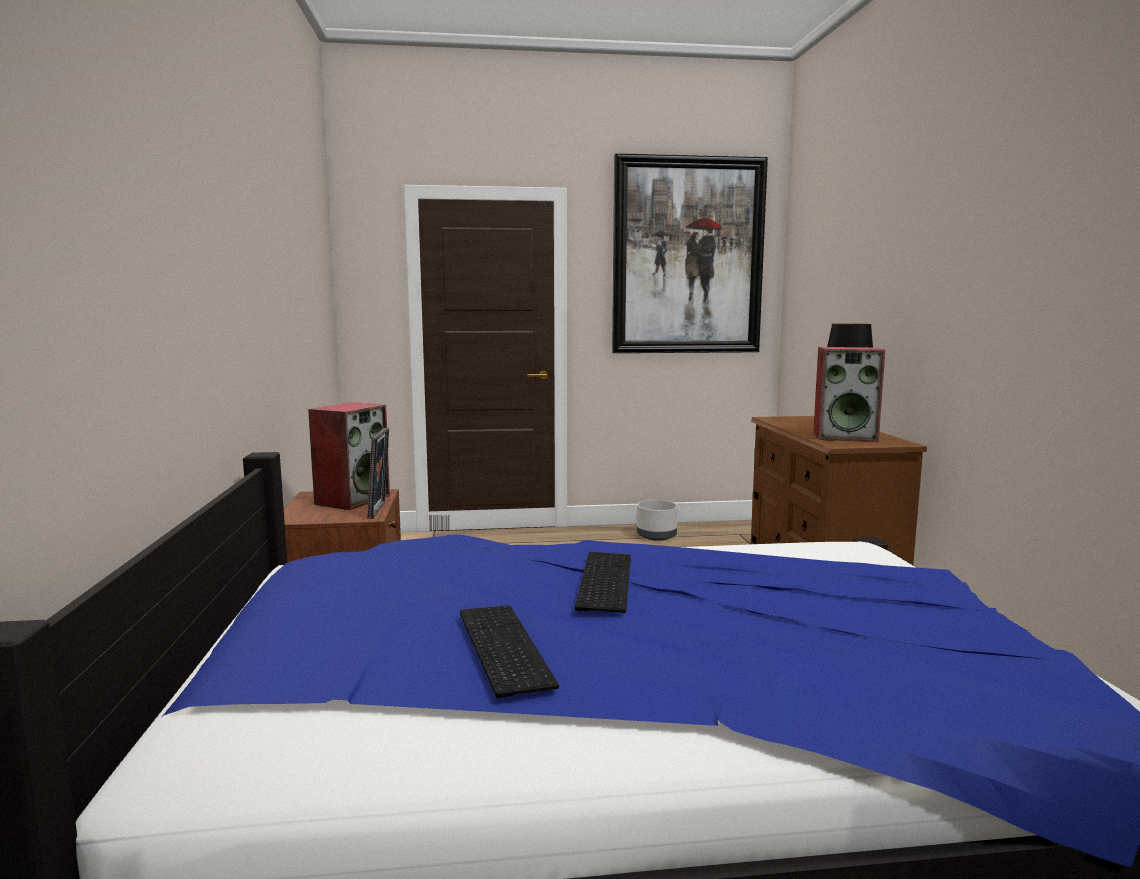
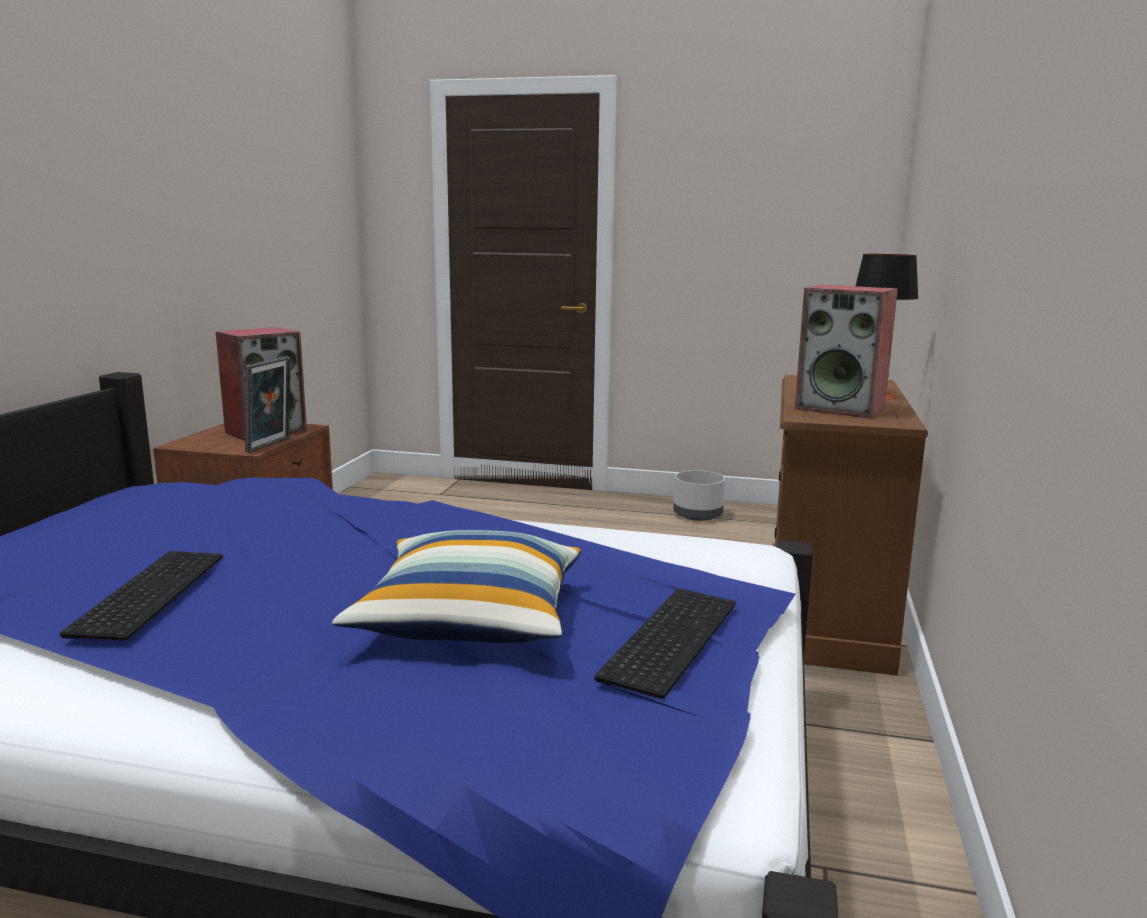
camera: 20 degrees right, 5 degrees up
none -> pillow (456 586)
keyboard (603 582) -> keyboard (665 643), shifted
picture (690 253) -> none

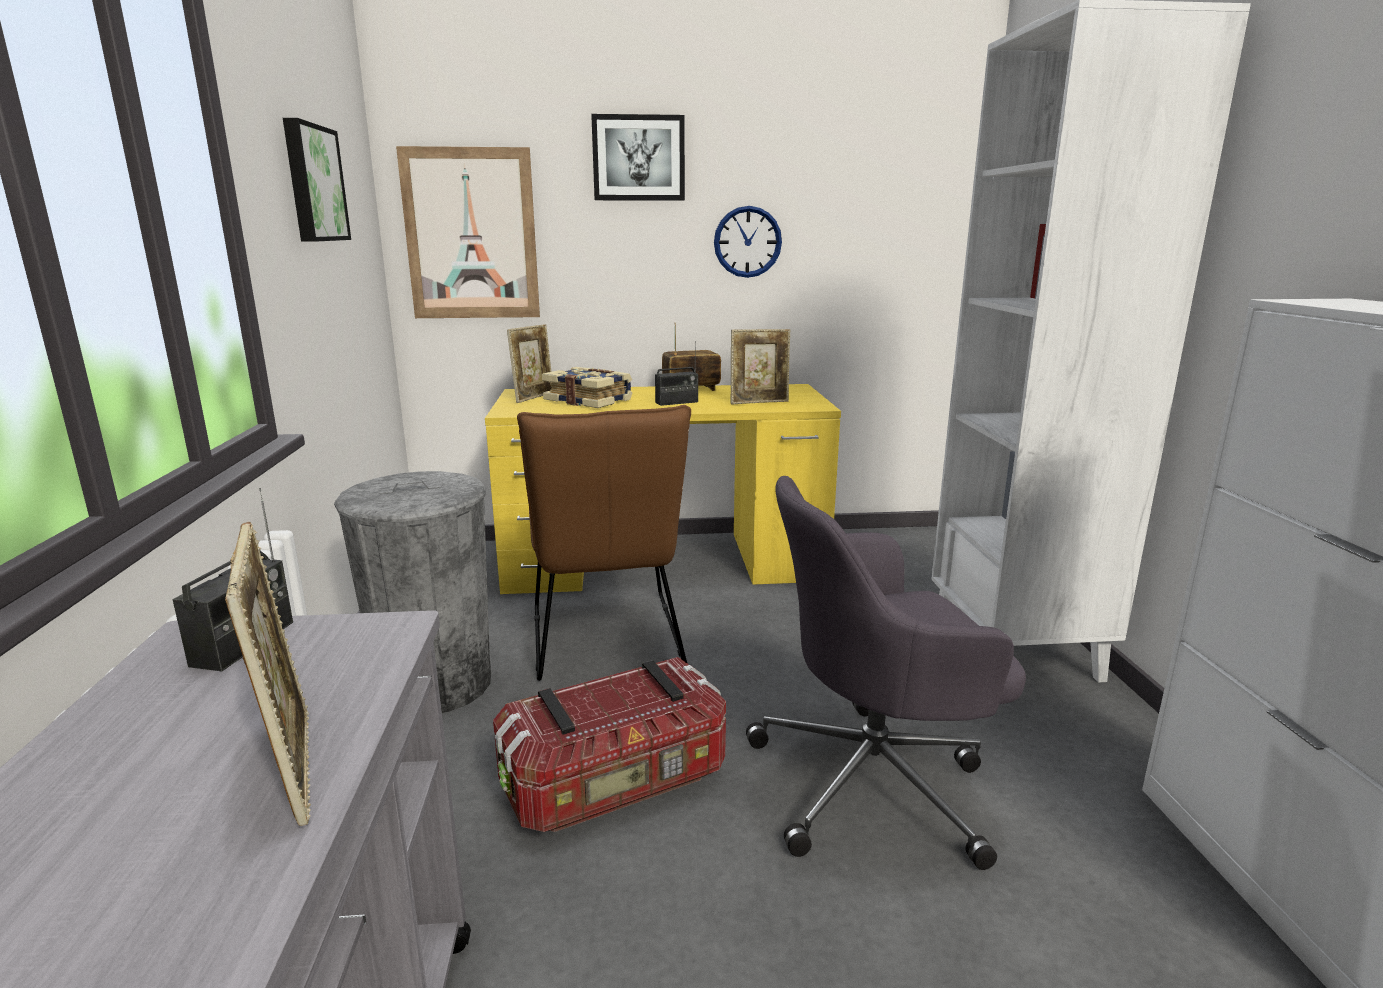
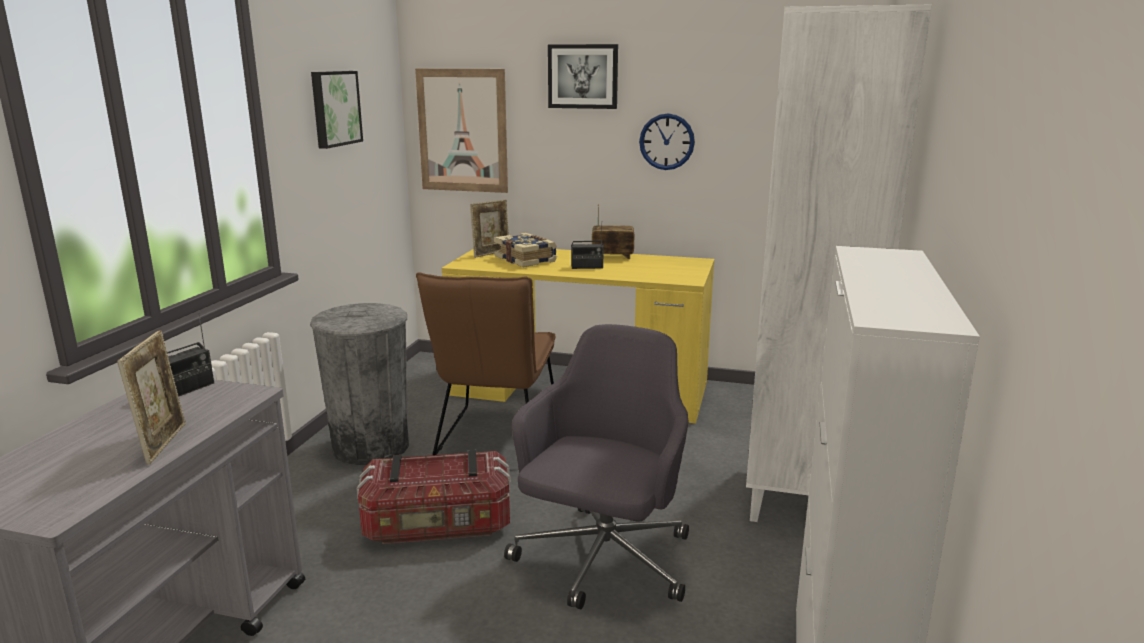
camera: 20 degrees right, 0 degrees up
grey office chair (886 673) -> grey office chair (596 466), 105 degrees clockwise
picture frame (760 367) -> none

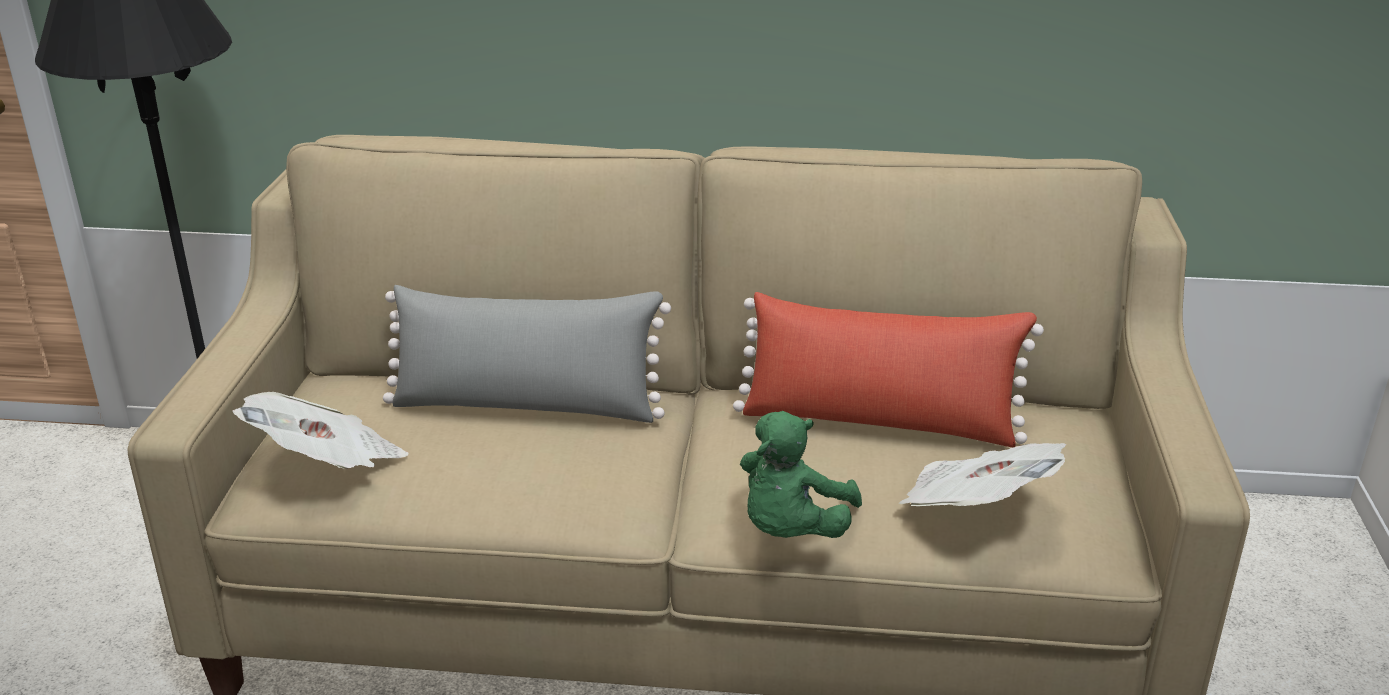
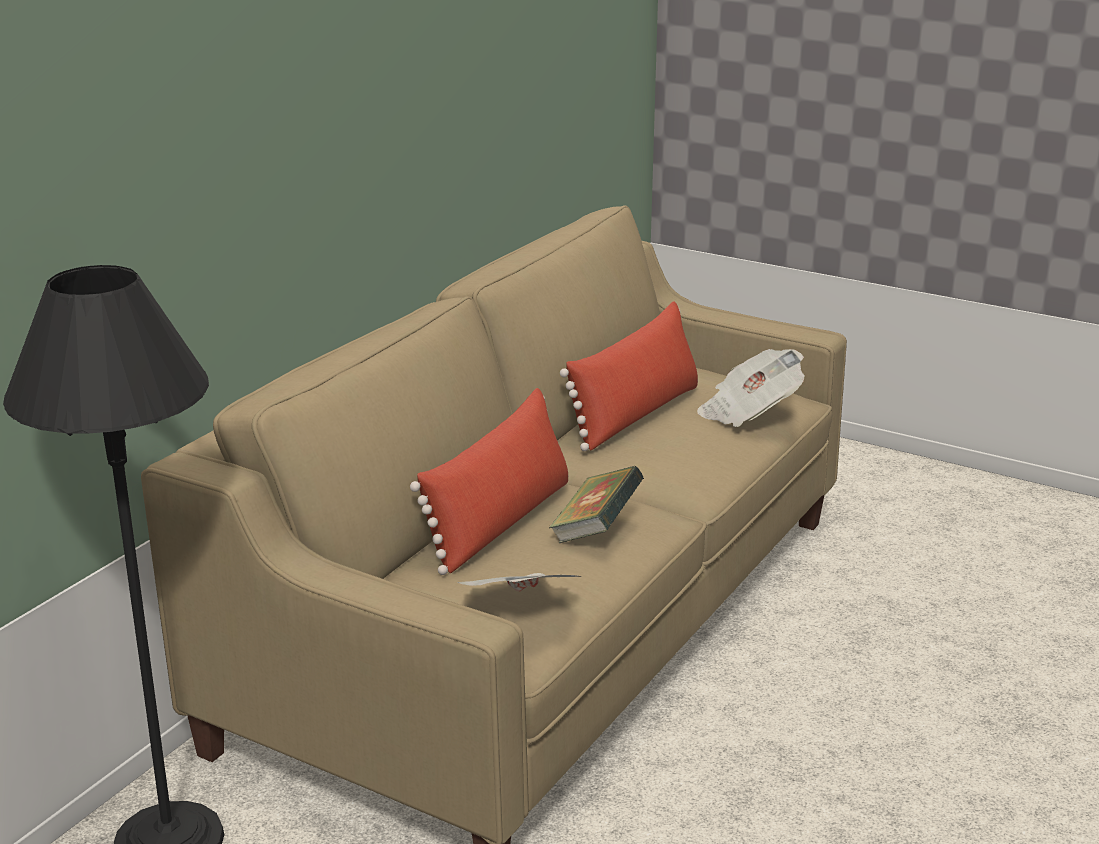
camera: 65 degrees left, 5 degrees down
grey pillow (527 354) -> red pillow (489 481)
none -> book (596 504)
green plush toy (801 474) -> none

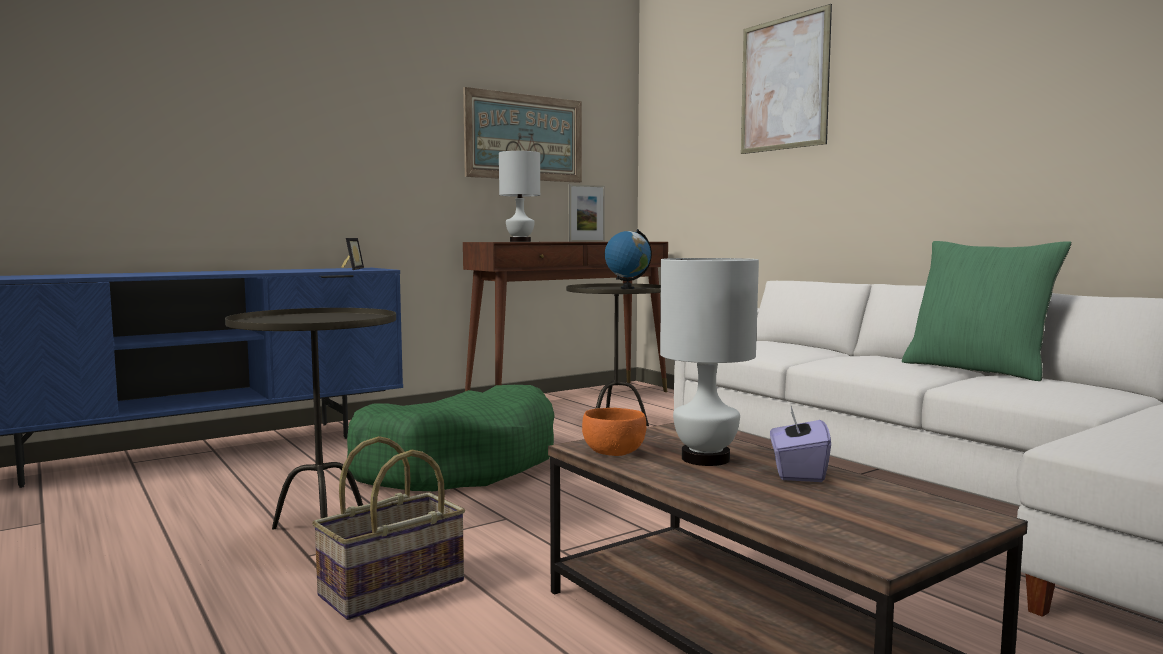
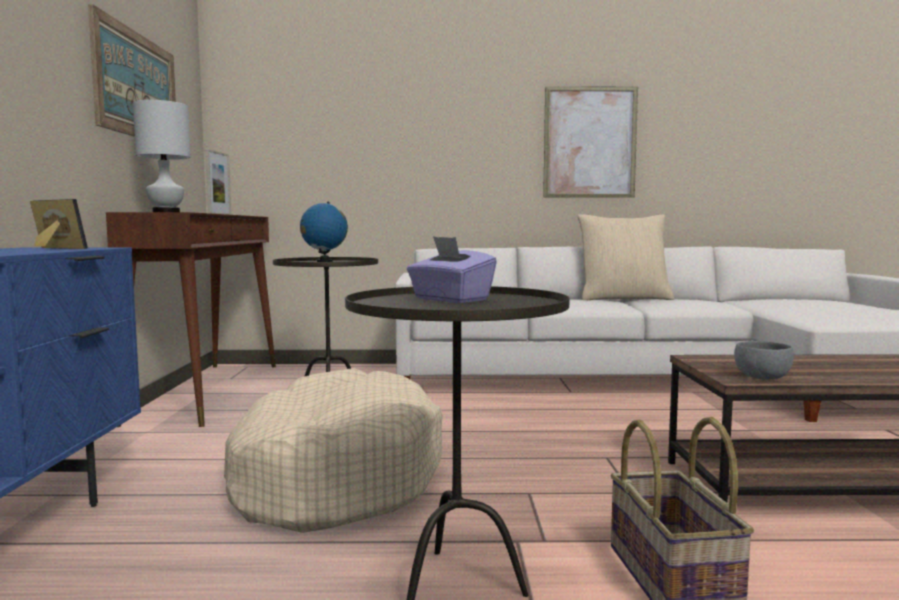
camera: 55 degrees left, 0 degrees up
green dog bed (451 438) -> beige dog bed (333 450)
purple tissue box (800 444) -> purple tissue box (452 269), shifted
picture (786 79) -> picture (590 142), shifted
green pillow (987 311) -> beige pillow (625 257)
orange bowl (614 432) -> grey bowl (764 360)
white table lamp (709 362) -> none

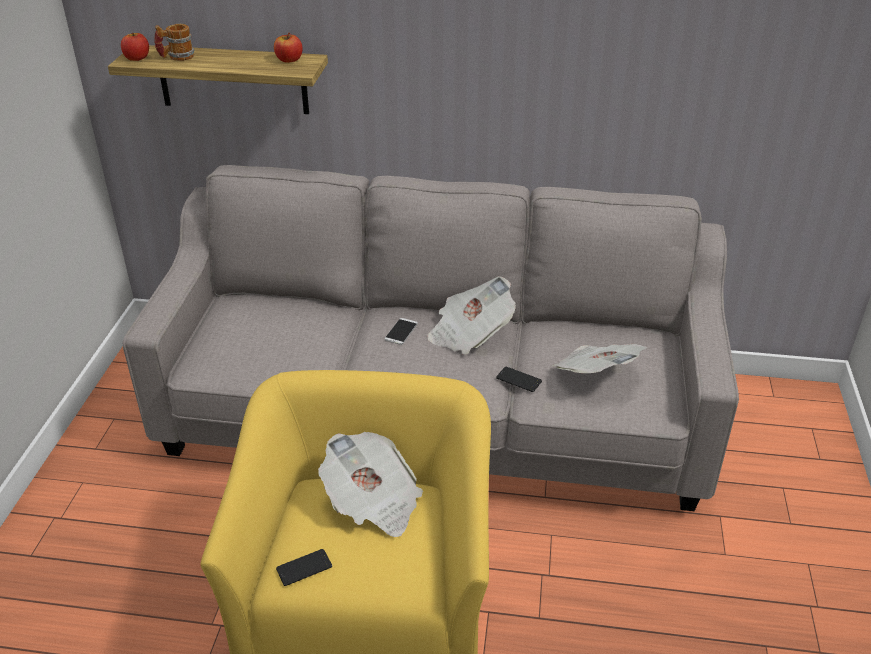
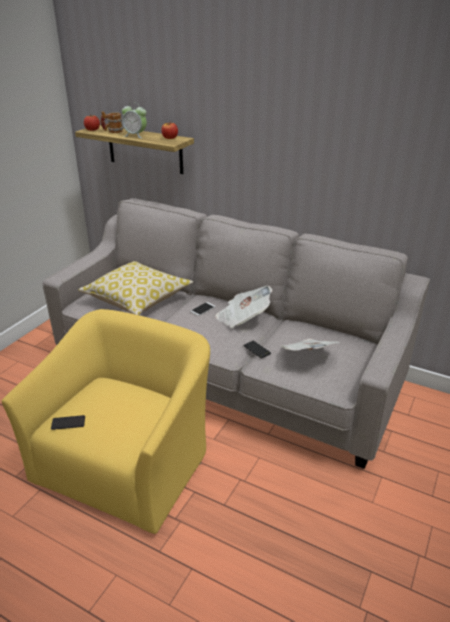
camera: 20 degrees right, 5 degrees down
none -> pillow (135 288)
none -> alarm clock (134 120)
newspaper (370 484) -> none

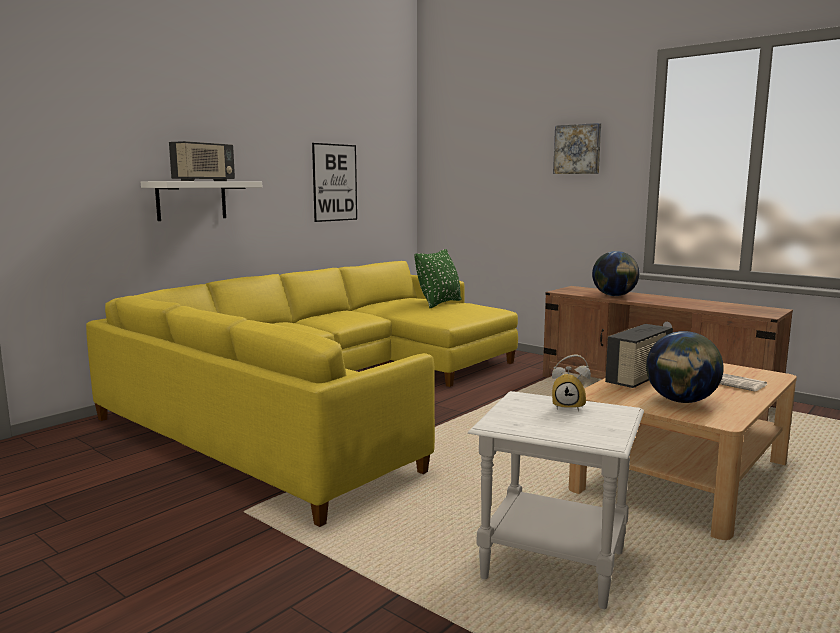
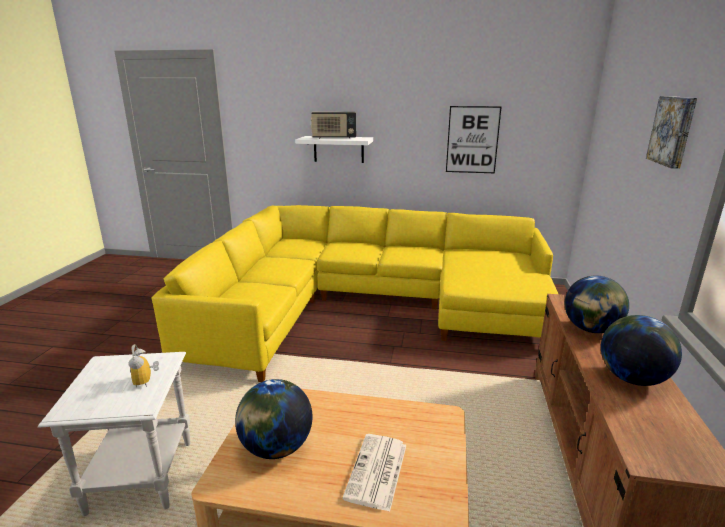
camera: 60 degrees right, 10 degrees up
none -> globe (641 350)
green pillow (437 278) -> none
radio (639 356) -> none

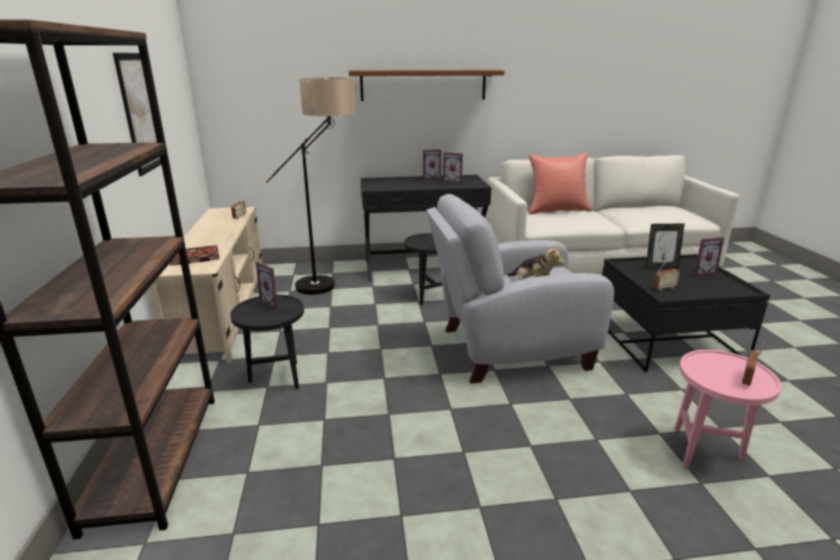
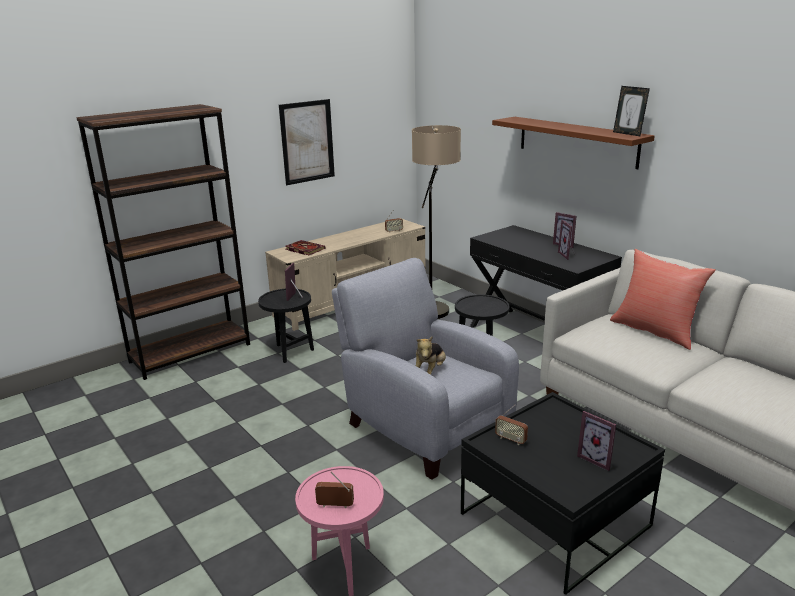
camera: 60 degrees right, 0 degrees up
picture frame (665 246) -> picture frame (631 111), shifted

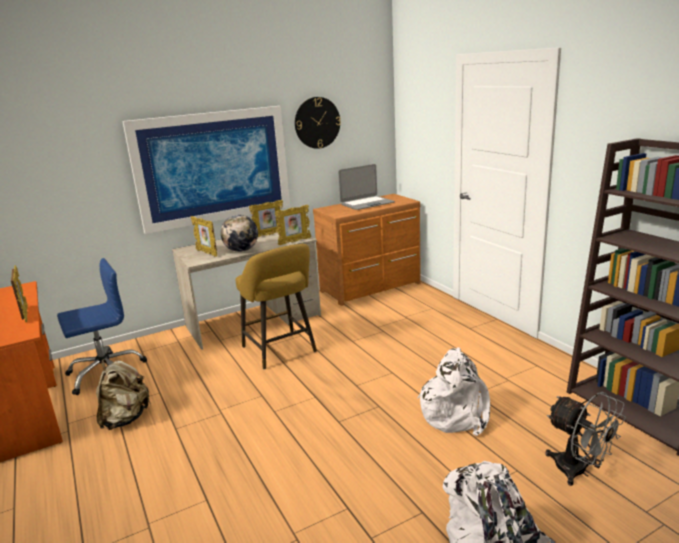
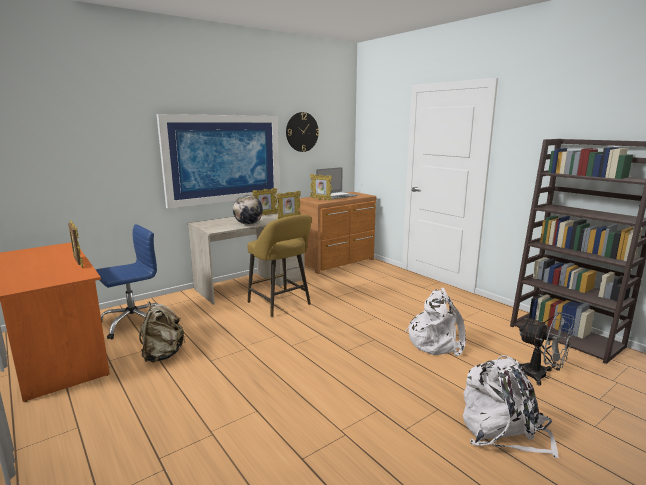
camera: 10 degrees left, 5 degrees down
picture frame (204 236) -> picture frame (321 187), shifted

